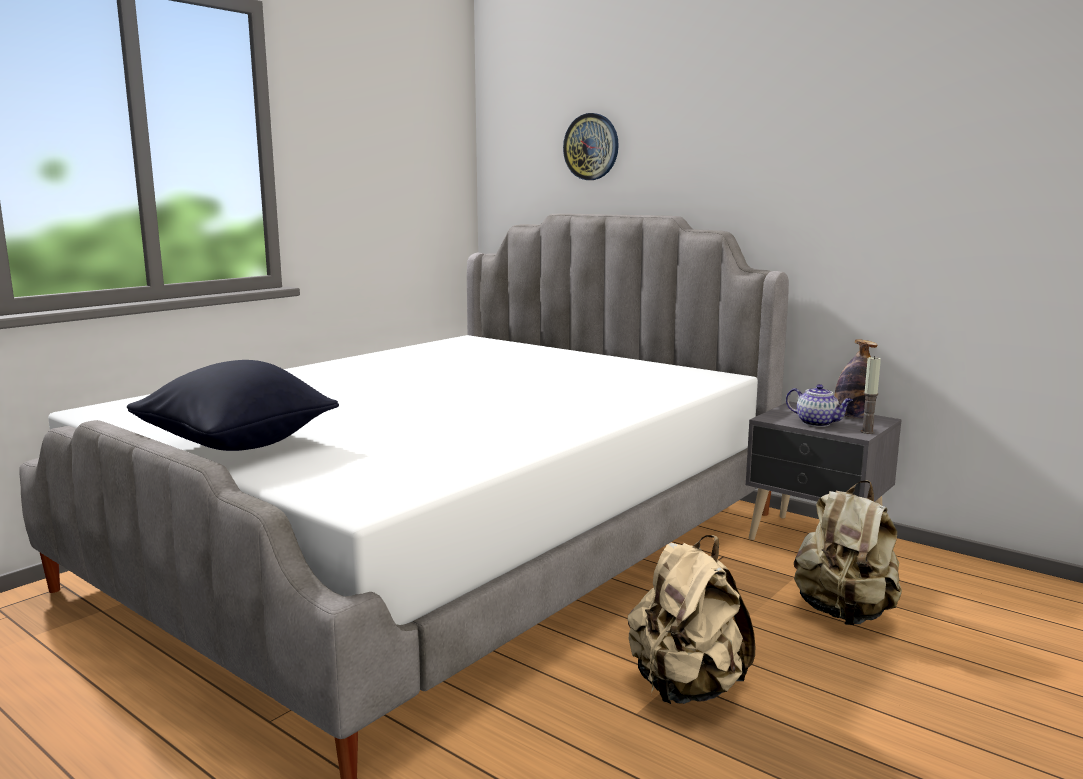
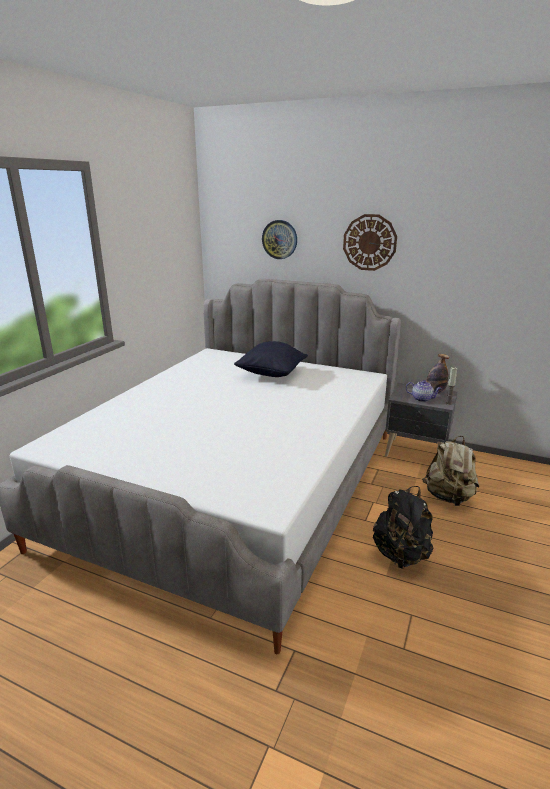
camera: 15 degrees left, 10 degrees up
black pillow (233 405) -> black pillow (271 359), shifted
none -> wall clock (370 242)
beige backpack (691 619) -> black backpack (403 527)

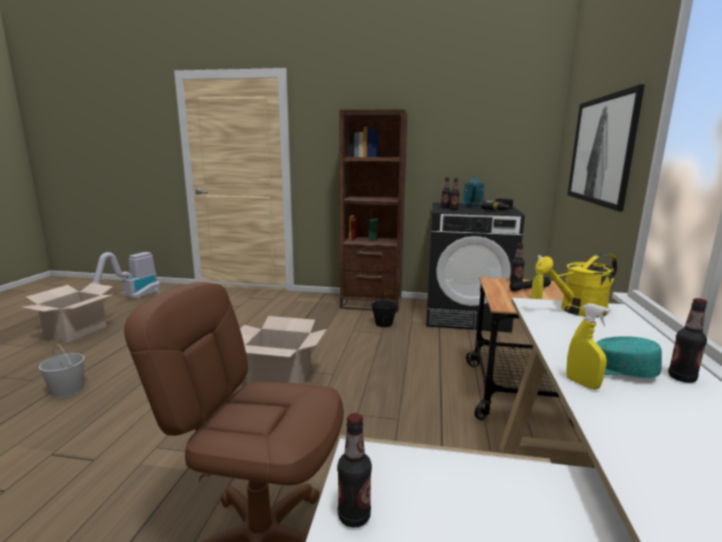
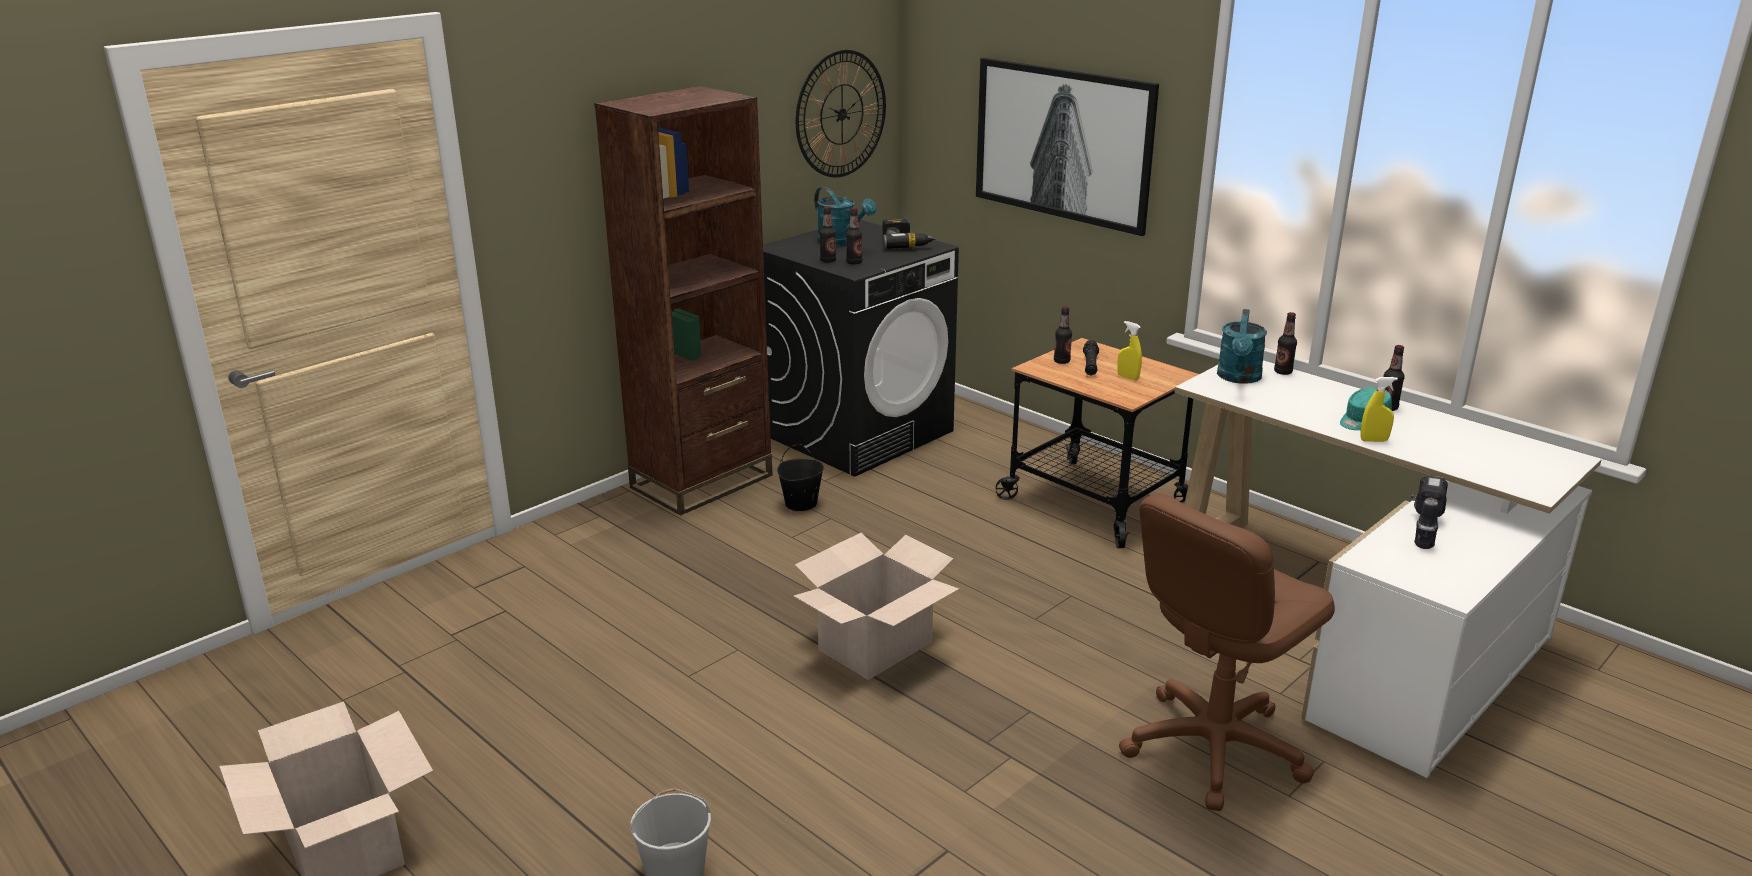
camera: 55 degrees left, 10 degrees up
none -> wall clock (841 113)
yellow watering can (576 285) -> turquoise watering can (1242 346)
bottle (354 470) -> bottle (1285 343), shifted
none -> power drill (1429 512)
vacuum cleaner (123 275) -> none

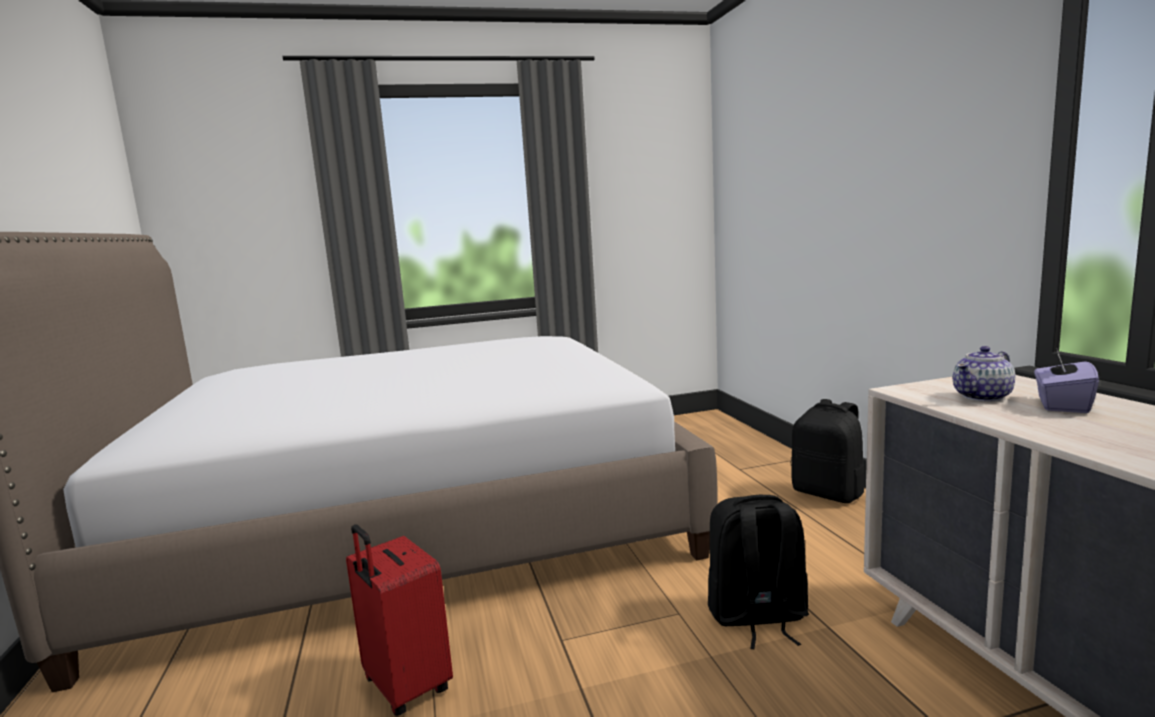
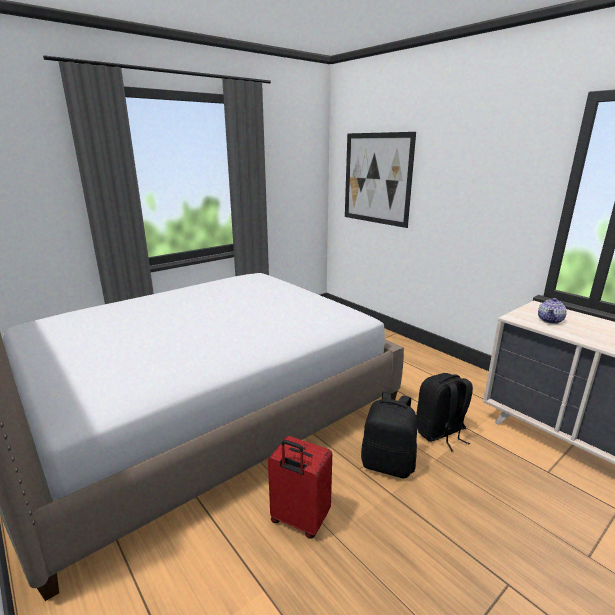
camera: 25 degrees left, 10 degrees up
none -> picture (380 180)
black backpack (828 451) -> black backpack (389 435), shifted
purple tissue box (1066 381) -> none

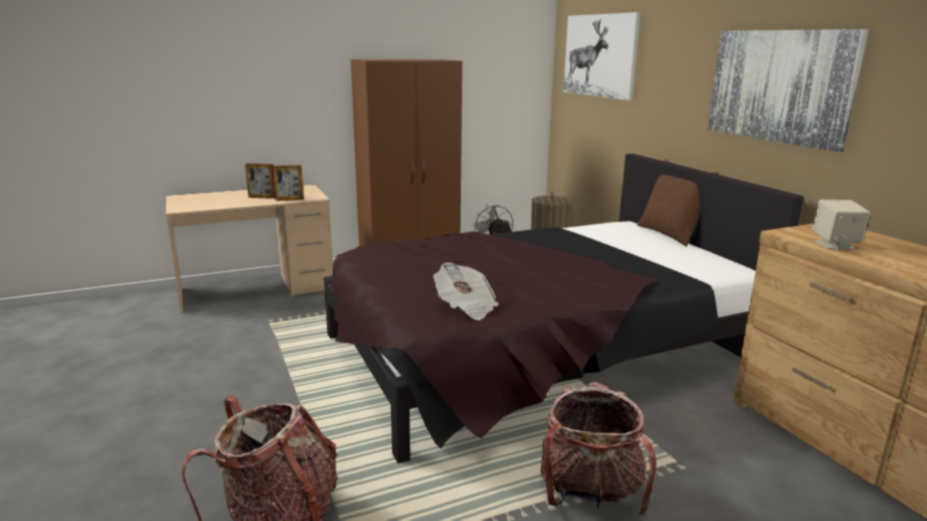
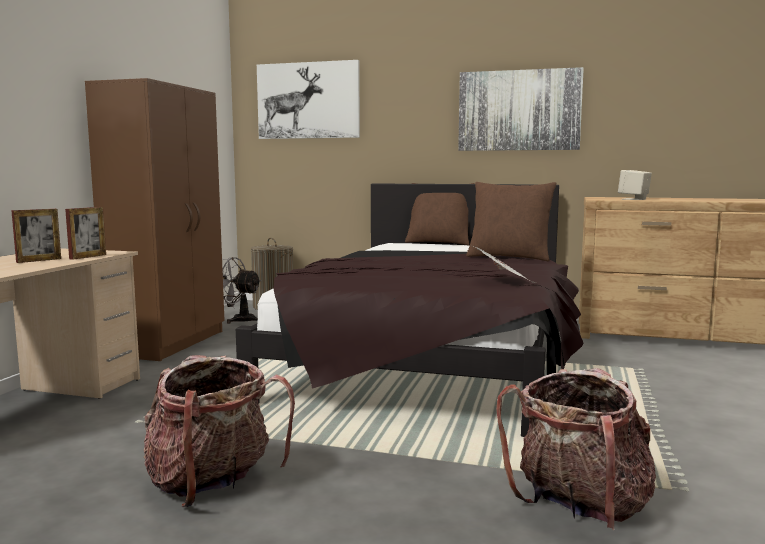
camera: 50 degrees left, 10 degrees down
backpack (598 449) -> backpack (219 431), shifted
none -> brown pillow (511 221)

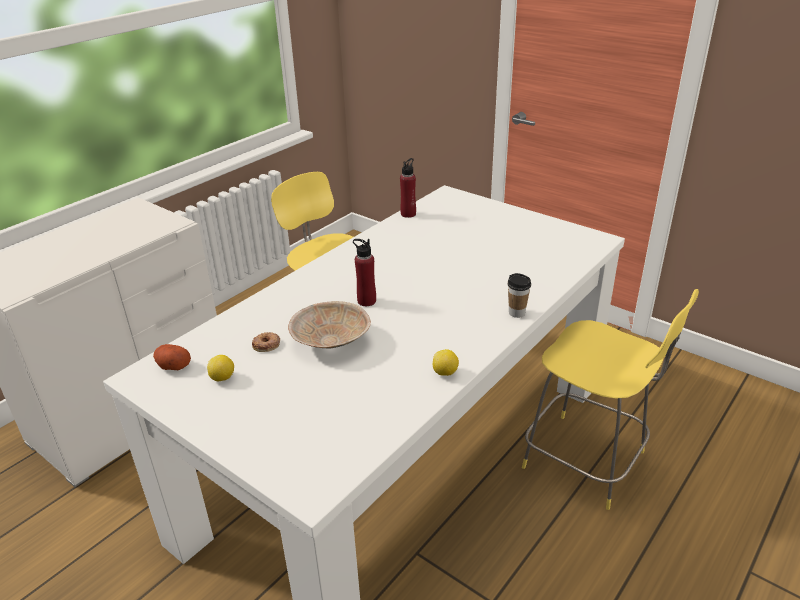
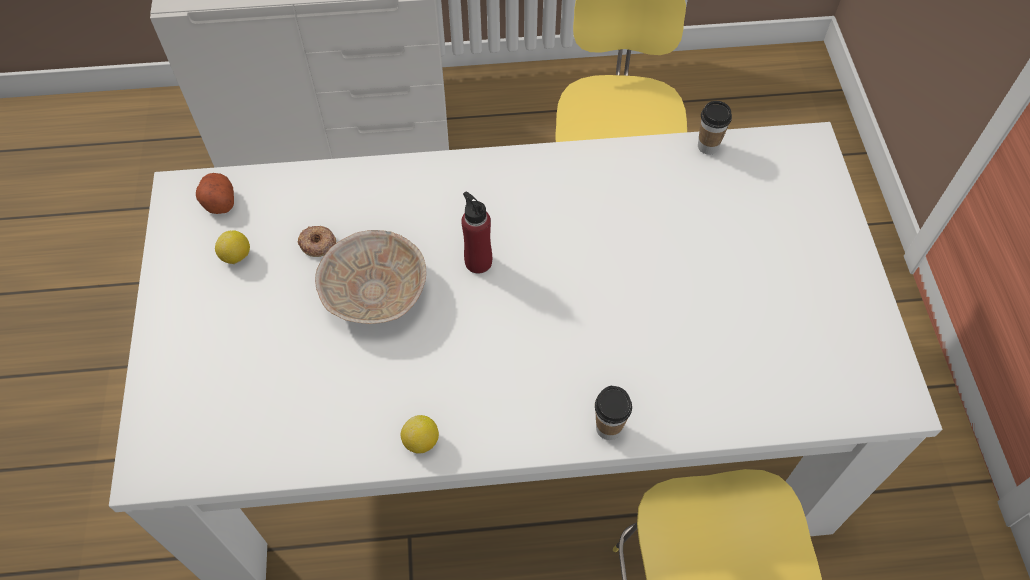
camera: 45 degrees right, 25 degrees up
red bottle (408 188) -> cup (715 128)

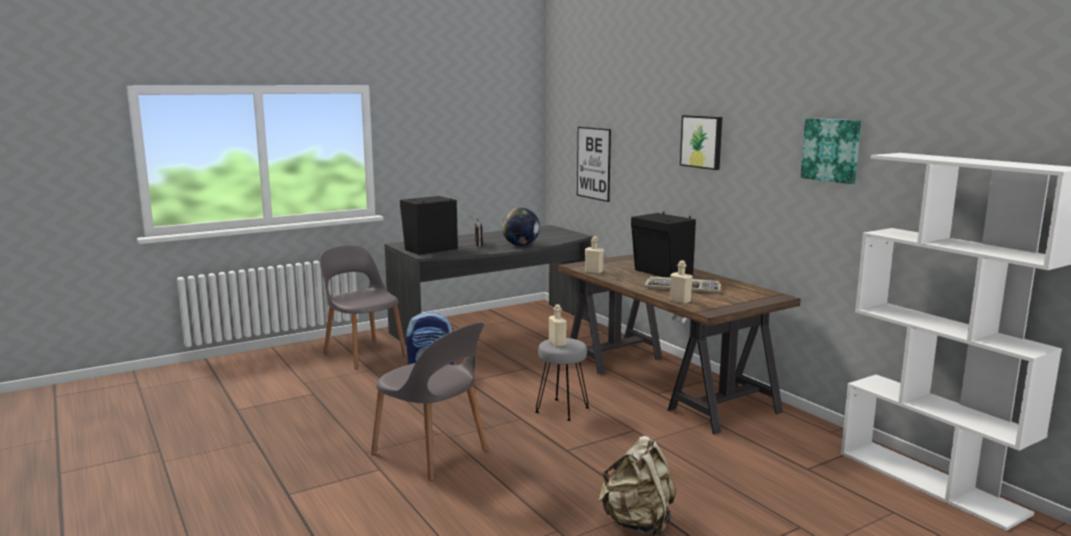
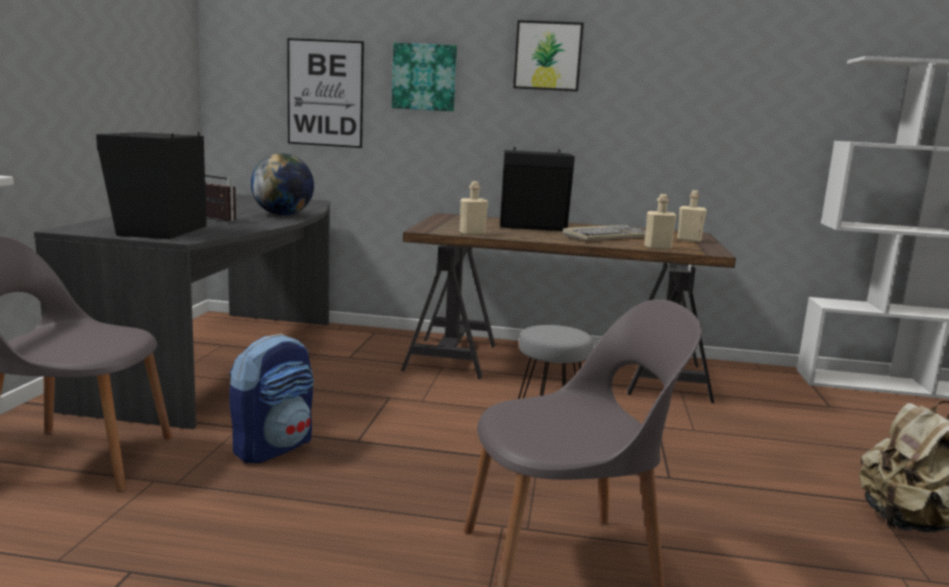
camera: 50 degrees left, 0 degrees up
picture (831 151) -> picture (424 77), shifted
beige bottle (558 325) -> beige bottle (692 216), shifted

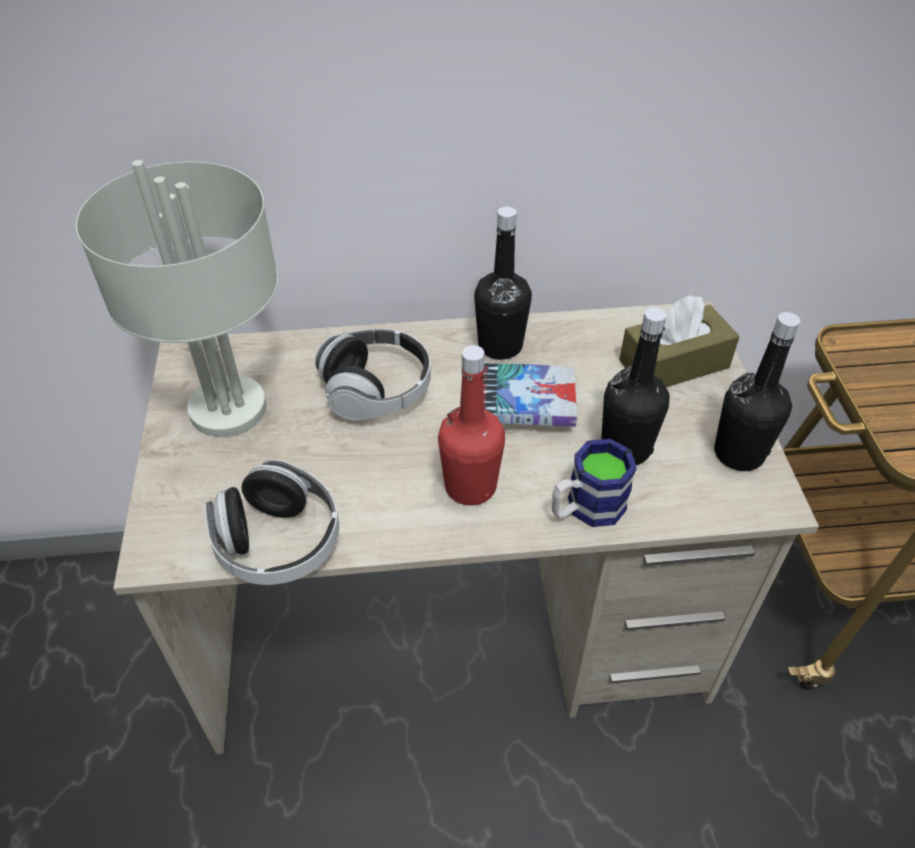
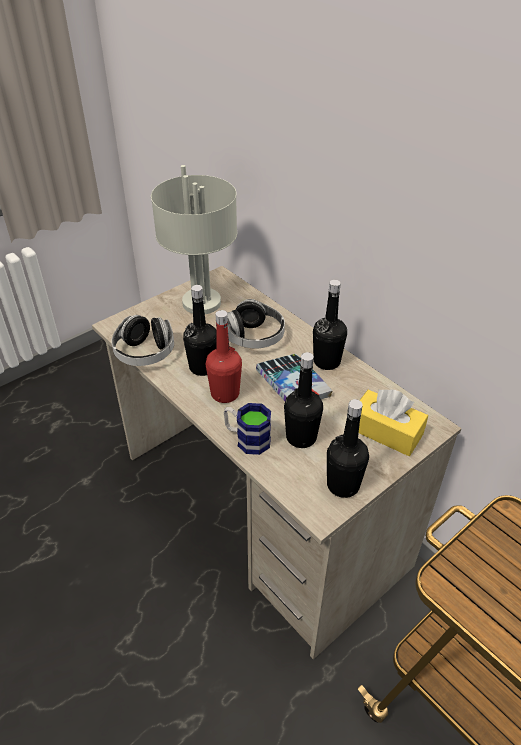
camera: 55 degrees right, 5 degrees down
none -> black bottle (200 330)
brown tissue box (679 341) -> yellow tissue box (393 422)

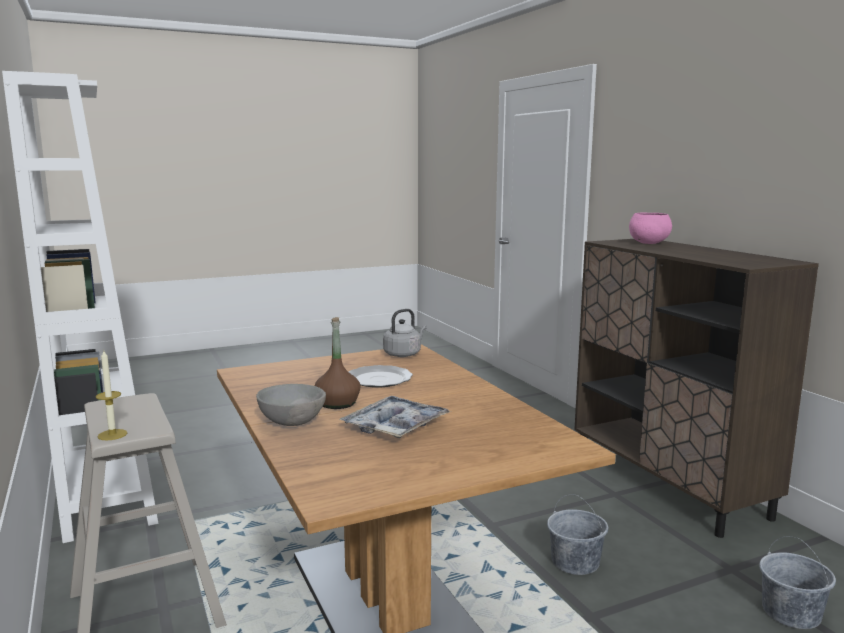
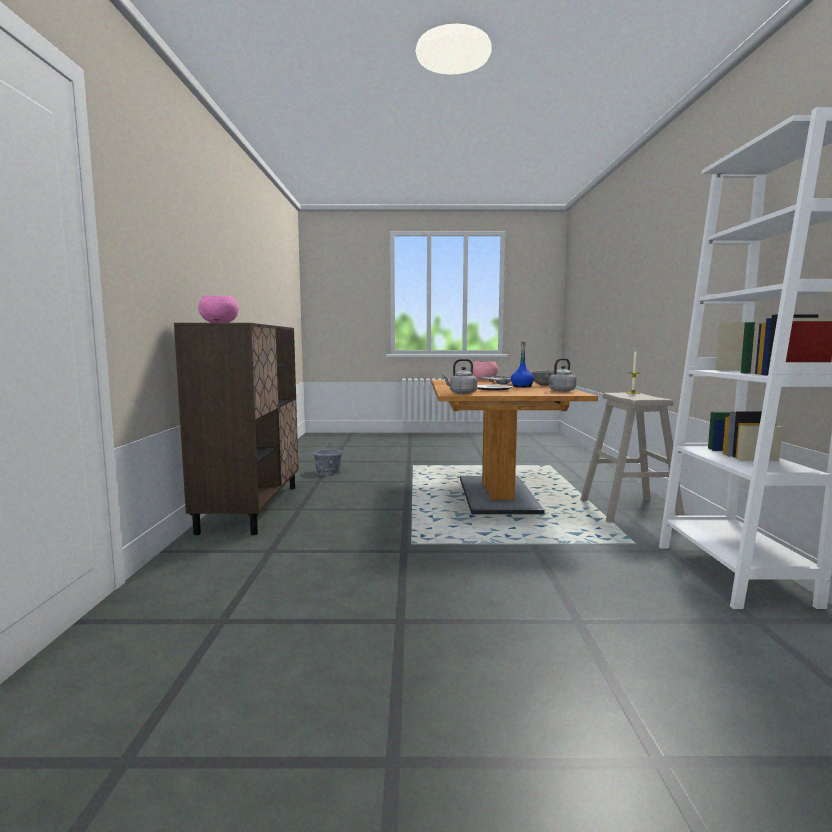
camera: 155 degrees left, 5 degrees down
none -> pink bowl (485 371)
brown bottle (338 363) -> blue bottle (522 364)
none -> grey kettle (560 375)
grey bucket (577 535) -> none

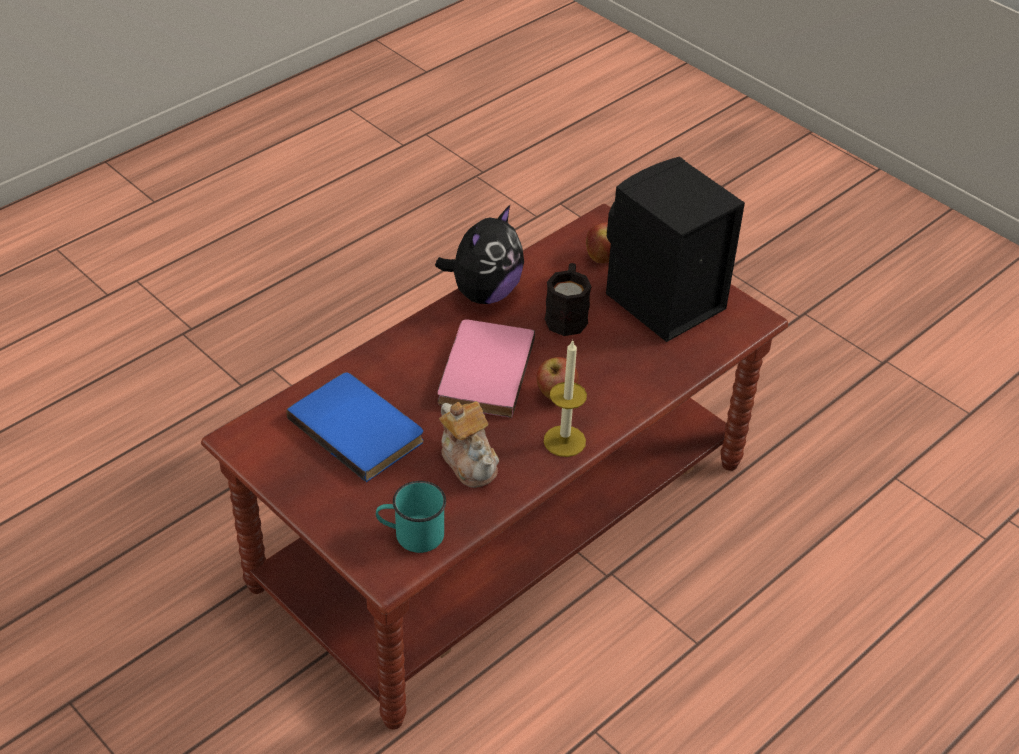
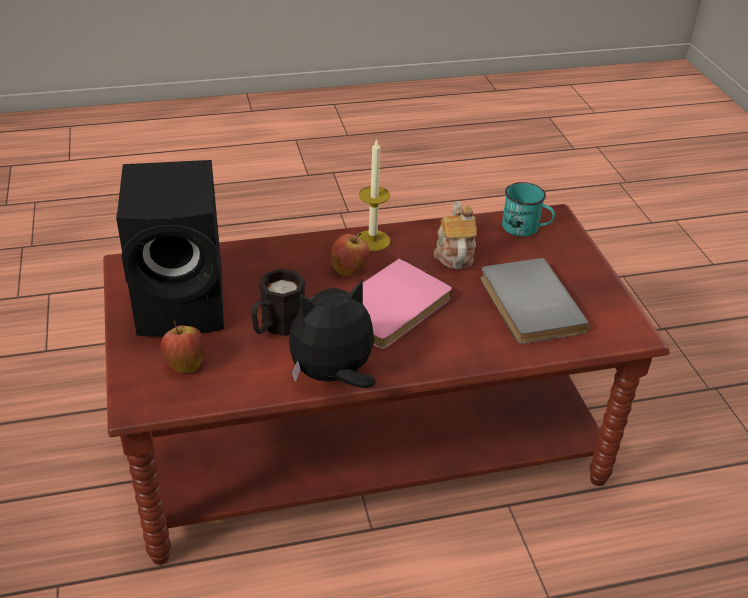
camera: 150 degrees left, 5 degrees down
blue book (355 427) -> grey book (535 301)

